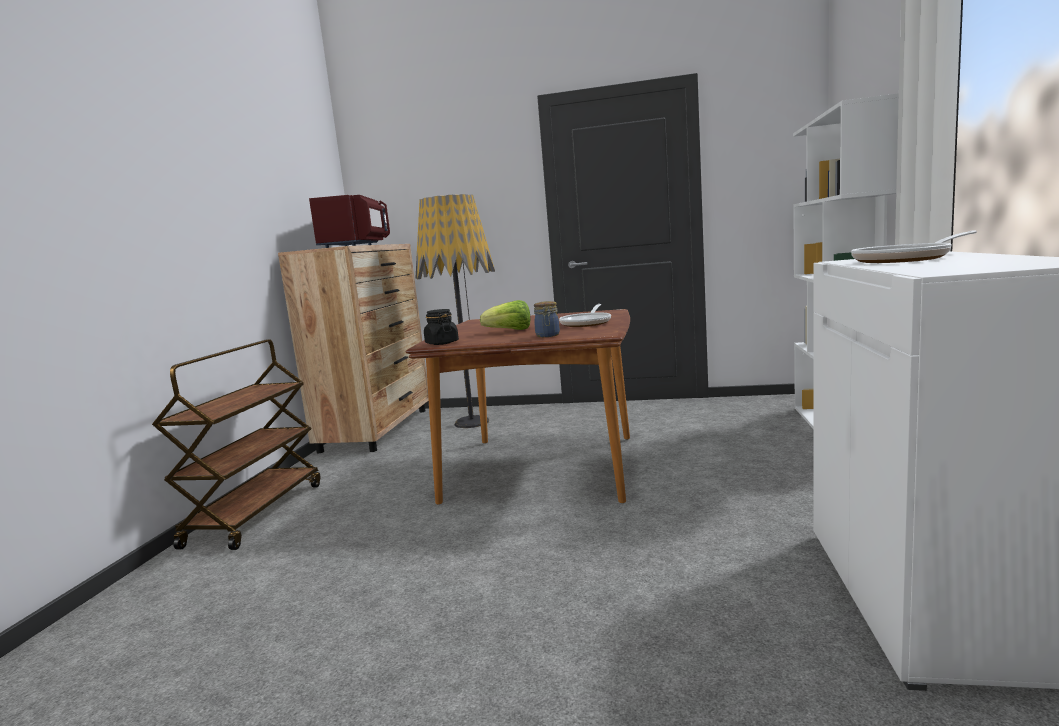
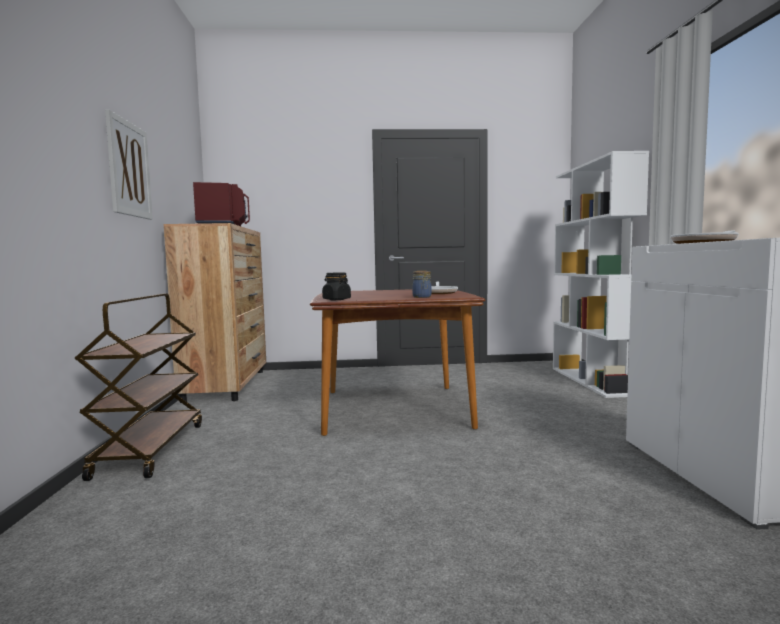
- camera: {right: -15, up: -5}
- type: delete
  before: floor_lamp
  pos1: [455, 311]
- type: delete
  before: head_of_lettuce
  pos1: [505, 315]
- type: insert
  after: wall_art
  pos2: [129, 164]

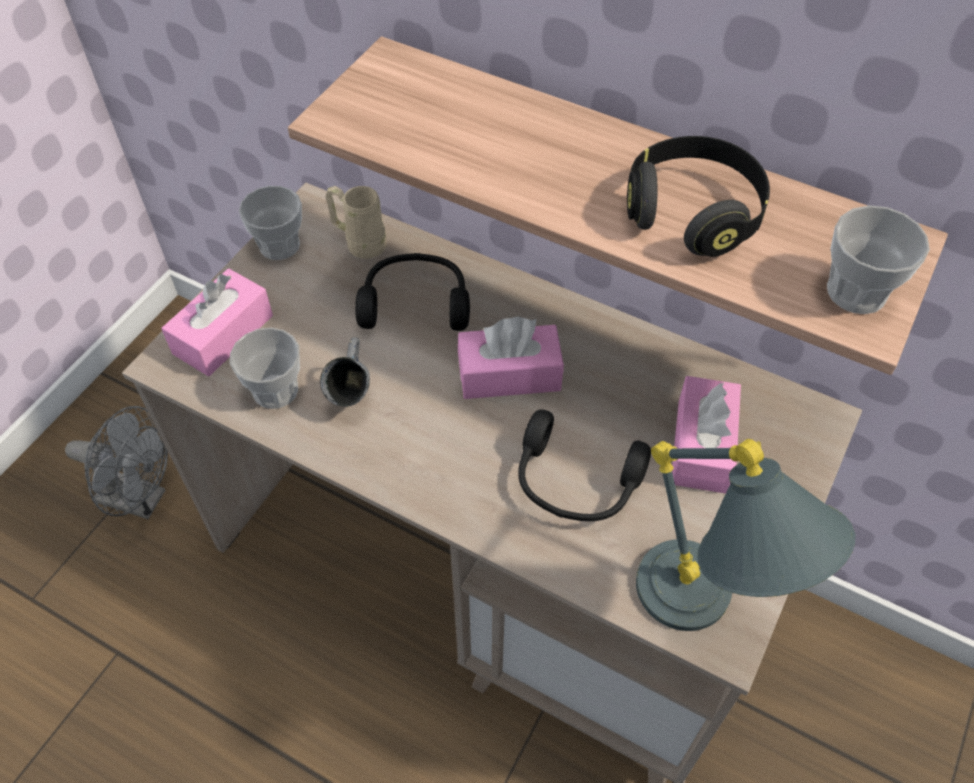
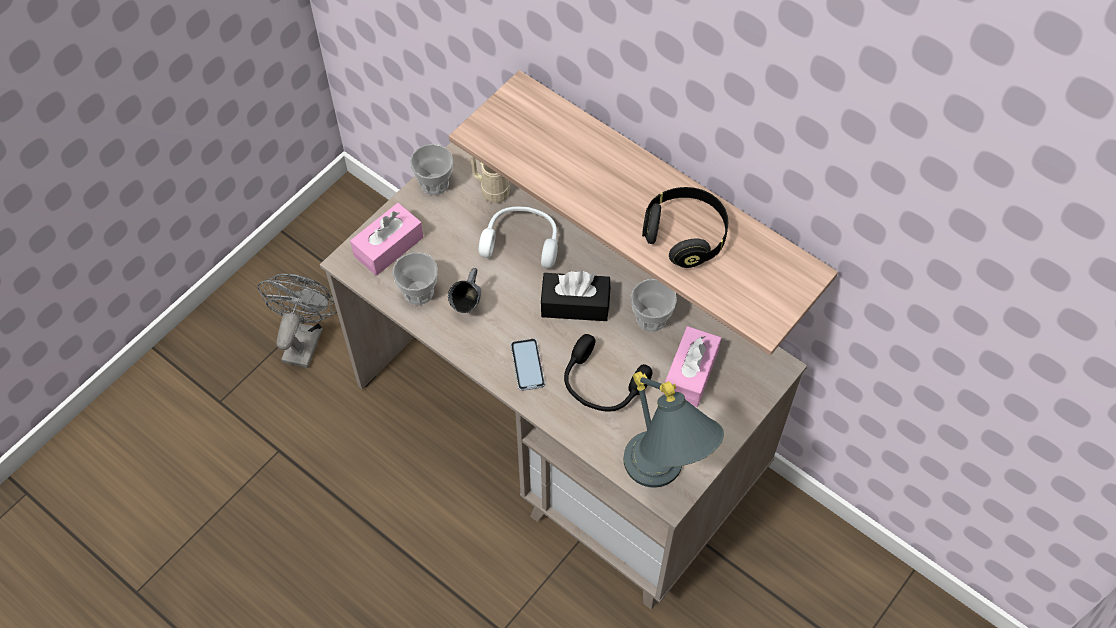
- camera: {right: 10, up: 5}
- type: rotate
  before: gray_electric_fan
  pos1: [116, 462]
  pos2: [297, 321]
  turn: -105
- type: recolor
  before: blackish_pair_of_headphones
  after: whitish_pair_of_headphones
  pos1: [412, 292]
  pos2: [518, 237]
- type: recolor
  before: pink_tissue_box
  after: blackish_tissue_box
  pos1: [511, 358]
  pos2: [575, 296]
- type: move
  before: drinking_cup
  pos1: [878, 259]
  pos2: [654, 305]
- type: insert
  after: phone
  pos2: [528, 364]

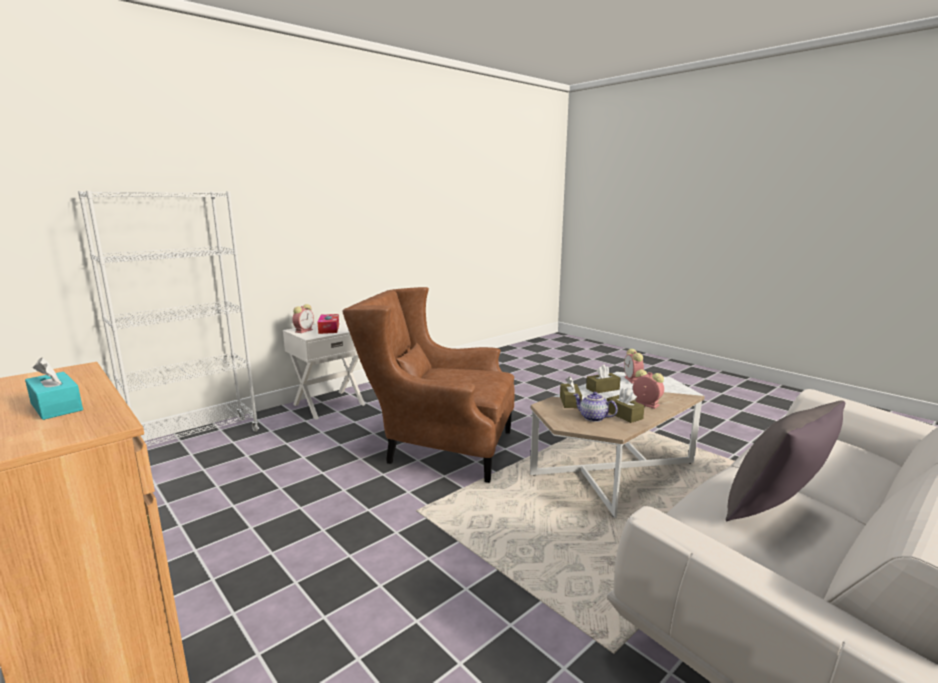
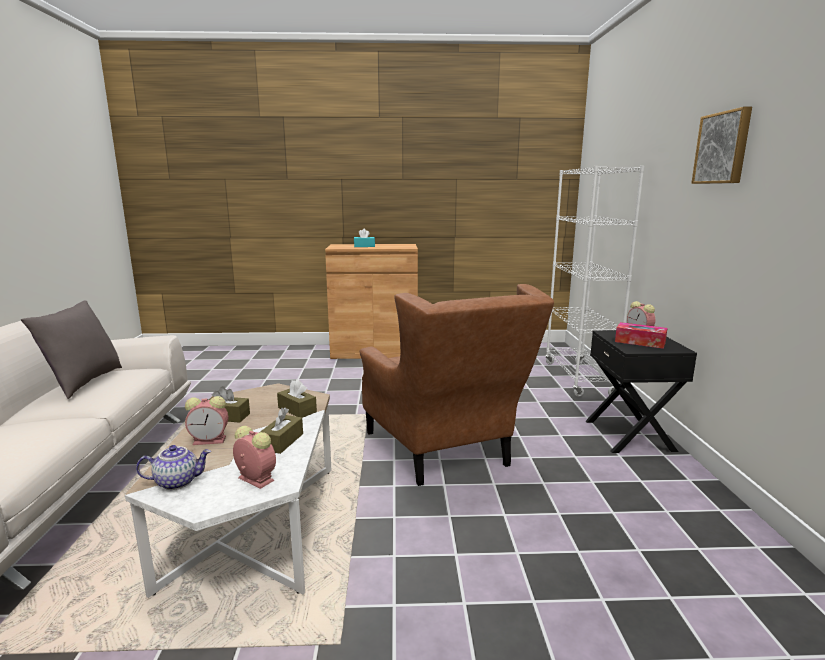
- camera: {right: 130, up: 0}
- type: recolor
  before: whitish_bedside_table
  after: blackish_bedside_table
  pos1: [324, 370]
  pos2: [641, 391]
- type: rotate
  before: brown-coloured_armchair
  pos1: [428, 385]
  pos2: [456, 385]
  turn: 105
- type: move
  before: tea_pot
  pos1: [595, 407]
  pos2: [173, 467]
- type: insert
  after: wall_art
  pos2: [721, 145]

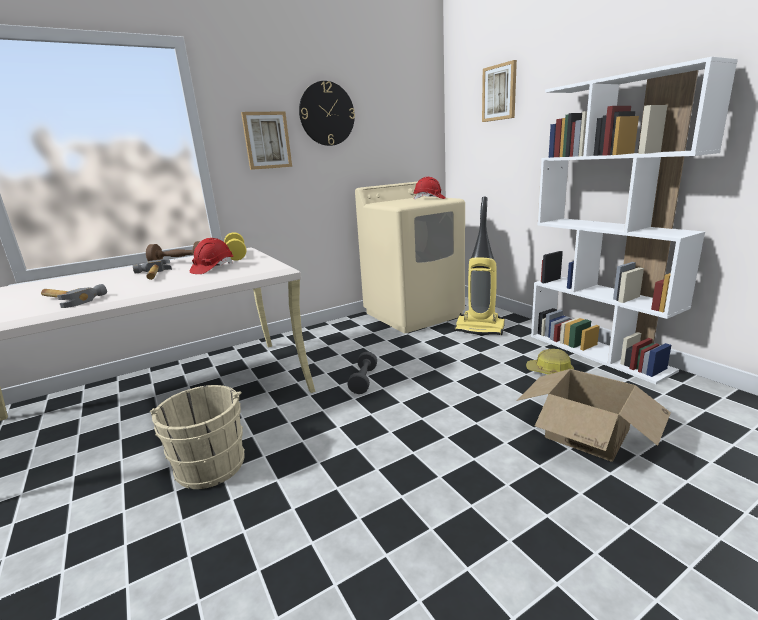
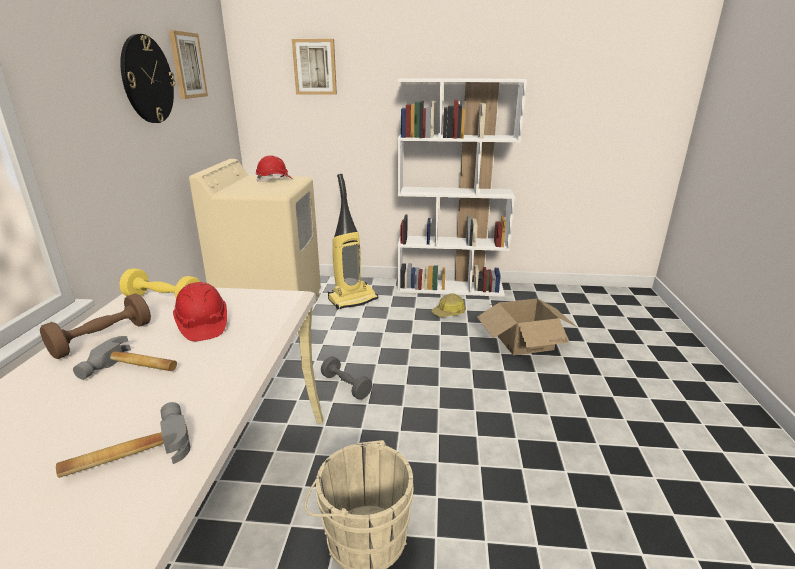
- camera: {right: -55, up: 5}
- type: move
  before: wall_art
  pos1: [266, 140]
  pos2: [188, 64]

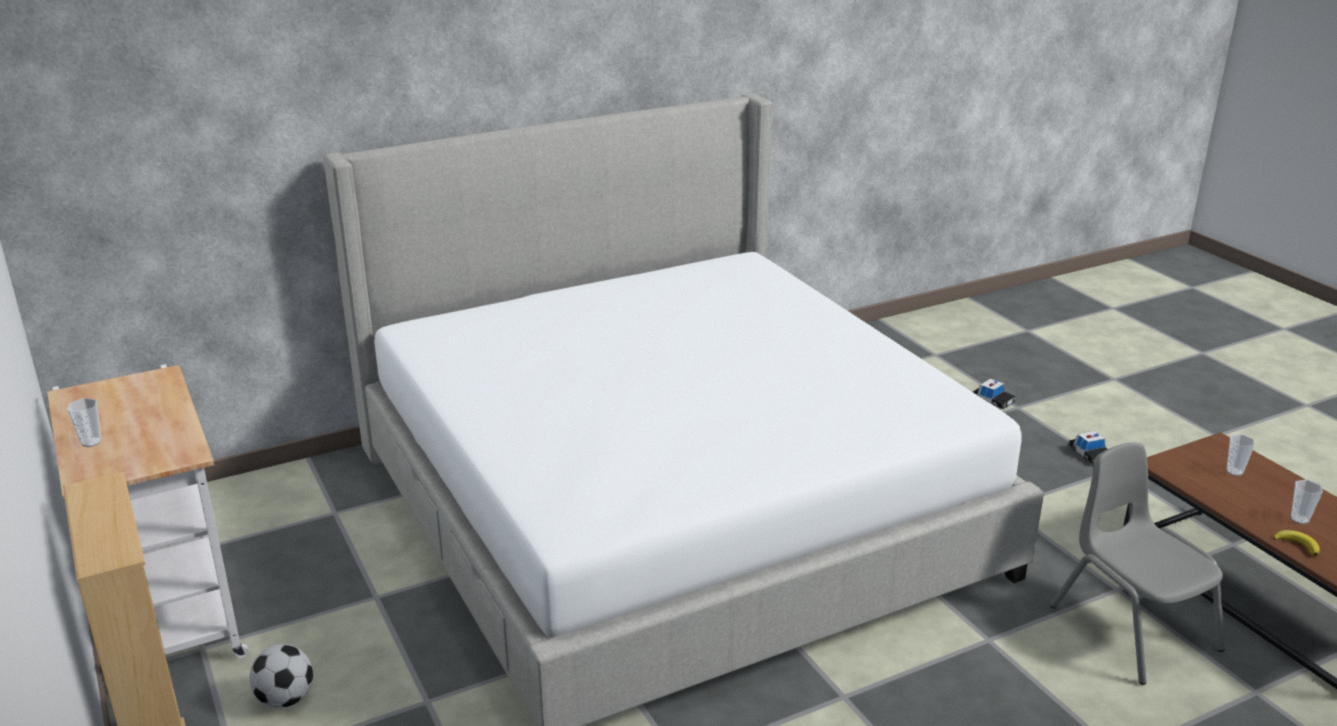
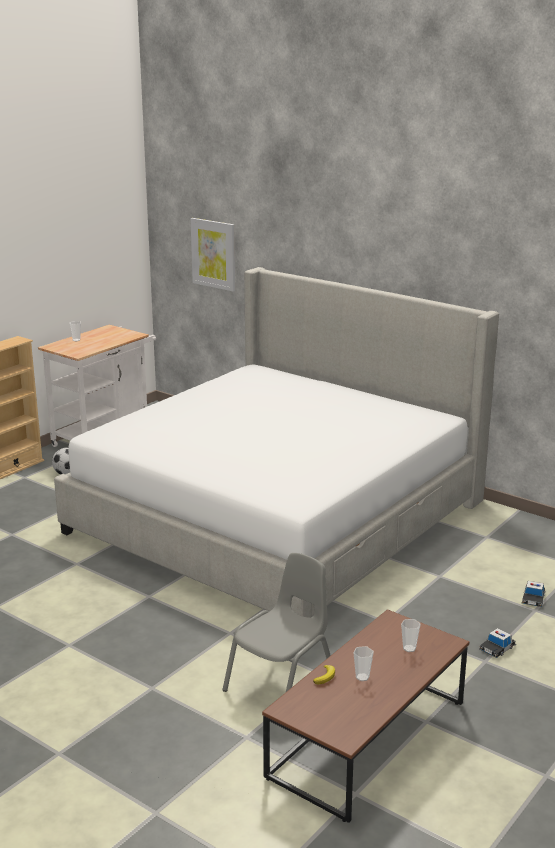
- camera: {right: 65, up: -5}
- type: insert
  after: wall_art
  pos2: [213, 254]

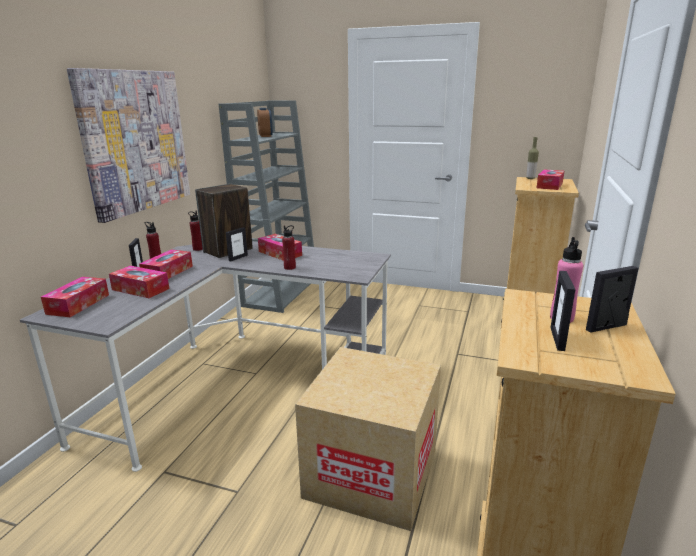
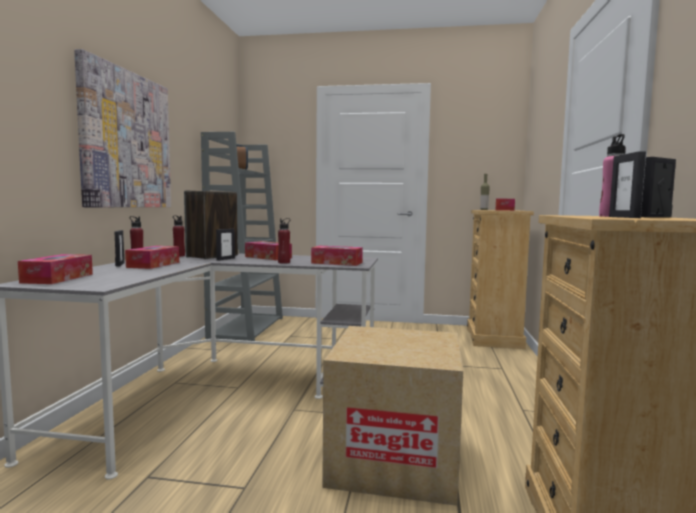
- camera: {right: -10, up: -15}
- type: move
  before: tissue_box
  pos1: [139, 282]
  pos2: [337, 256]

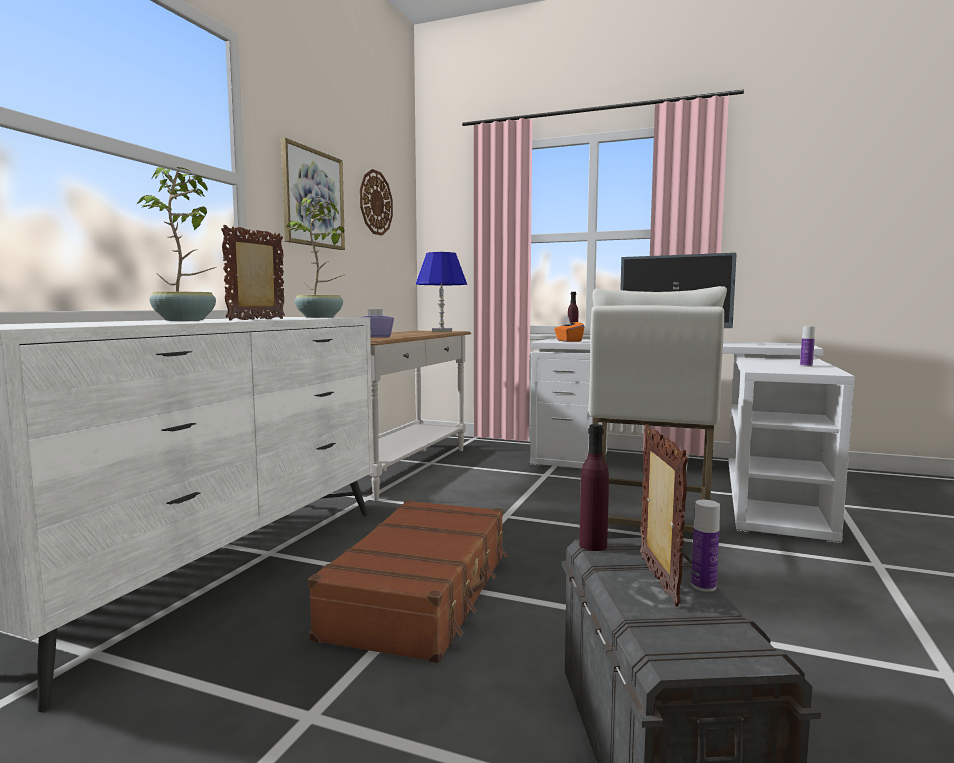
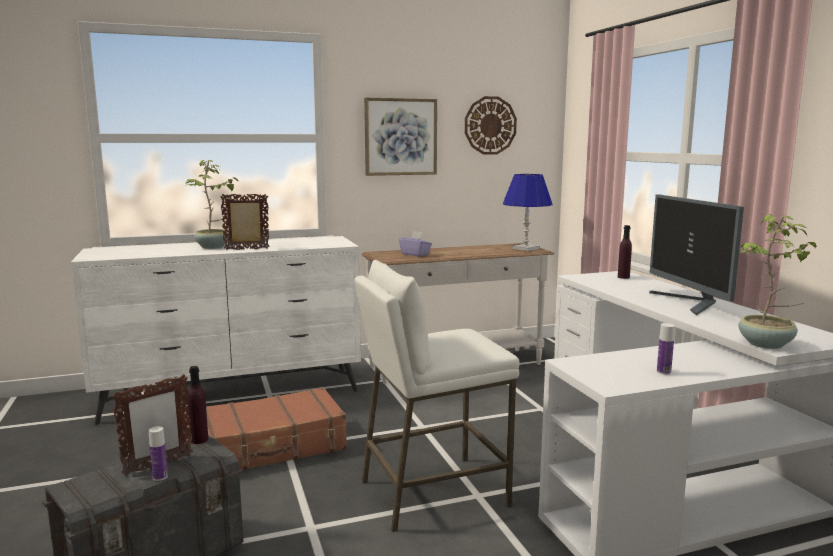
- camera: {right: 50, up: 5}
- type: move
  before: potted_plant
  pos1: [315, 257]
  pos2: [777, 281]
- type: delete
  before: orange-coloured_tissue_box
  pos1: [569, 329]

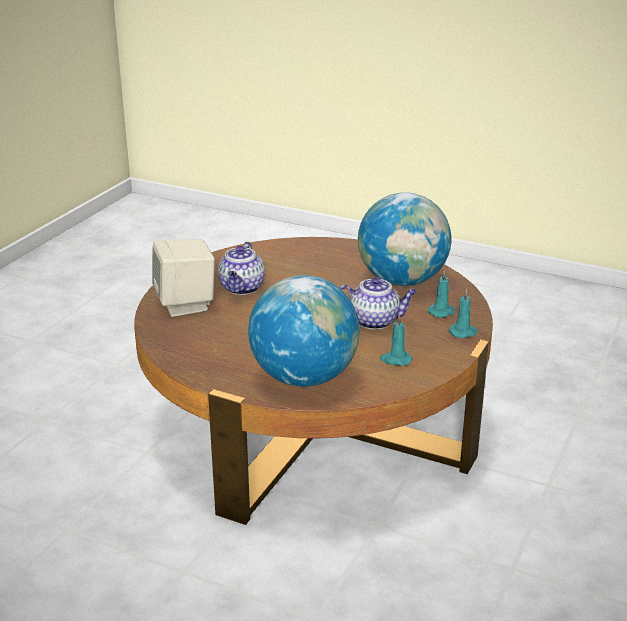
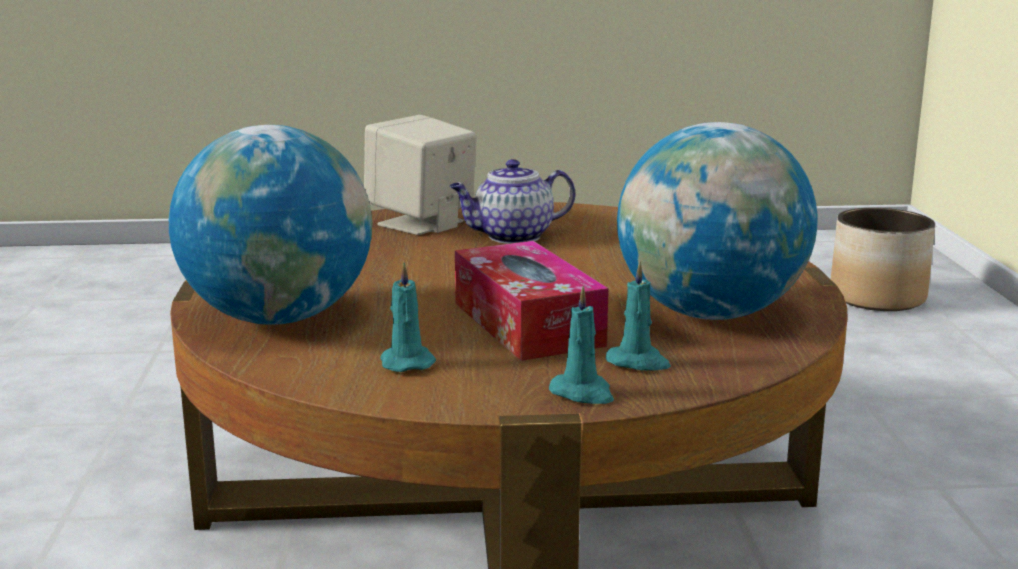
- camera: {right: 60, up: -10}
- type: replace
  before: tea_pot
  after: tissue_box
  pos1: [378, 303]
  pos2: [532, 301]
- type: insert
  after: plant_pot
  pos2: [883, 259]

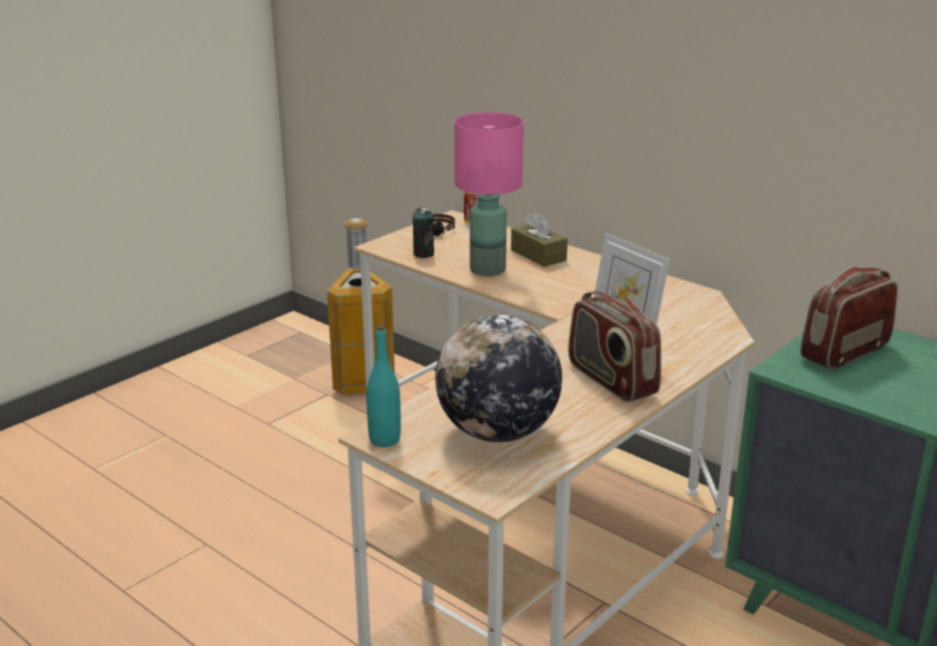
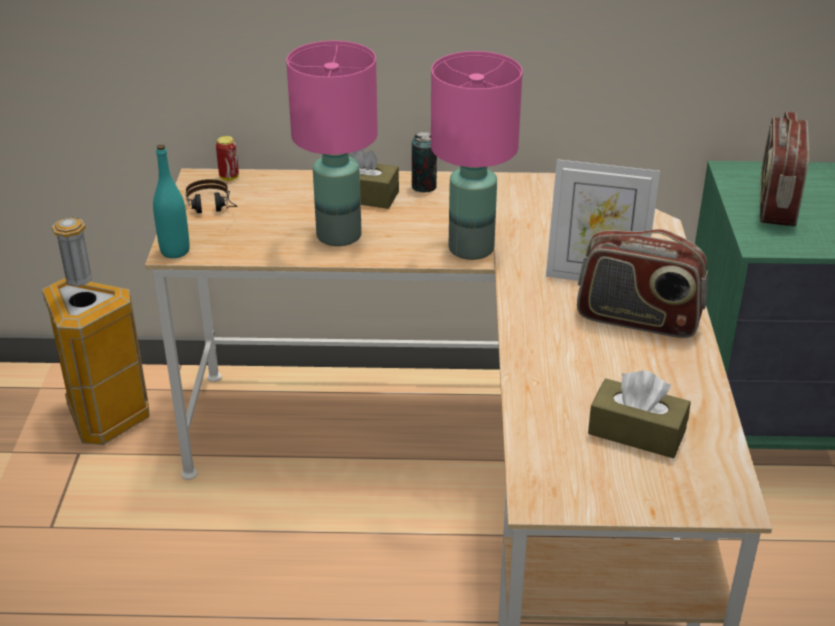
- camera: {right: -40, up: 10}
- type: move
  before: blue-green_drink_bottle
  pos1: [383, 386]
  pos2: [171, 201]
- type: move
  before: can
  pos1: [423, 233]
  pos2: [424, 162]
- type: replace
  before: globe
  after: brown-coloured_tissue_box
  pos1: [498, 378]
  pos2: [639, 414]
- type: insert
  after: pink_tabletop_lamp
  pos2: [477, 155]

